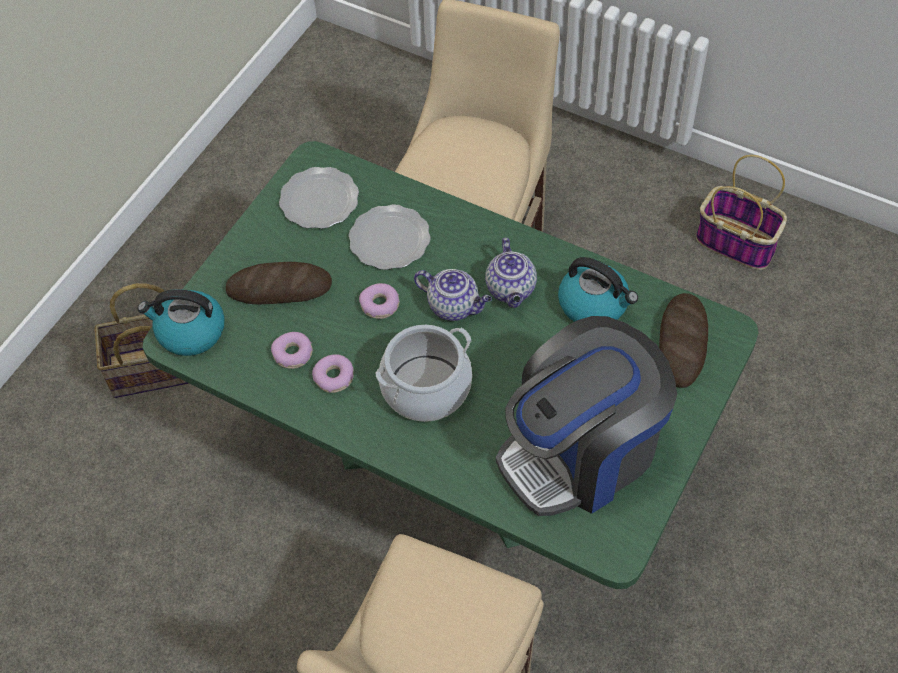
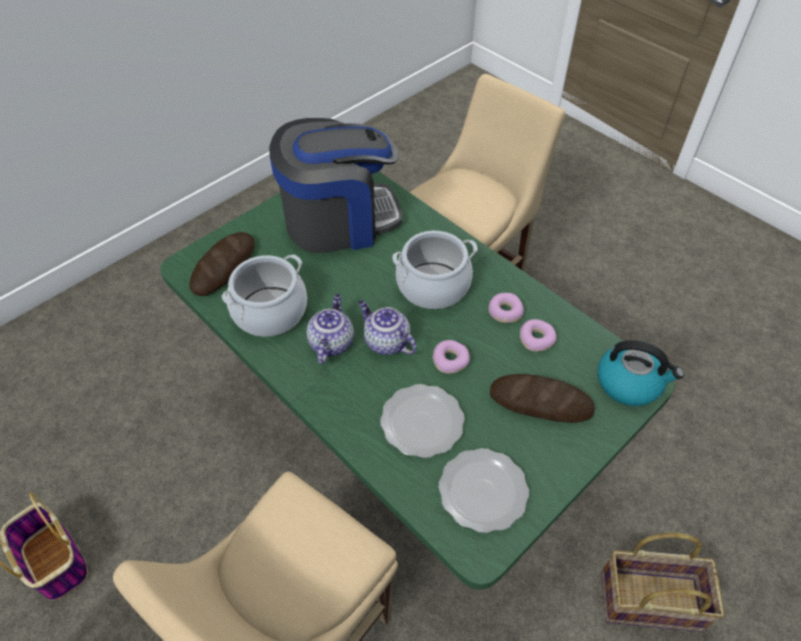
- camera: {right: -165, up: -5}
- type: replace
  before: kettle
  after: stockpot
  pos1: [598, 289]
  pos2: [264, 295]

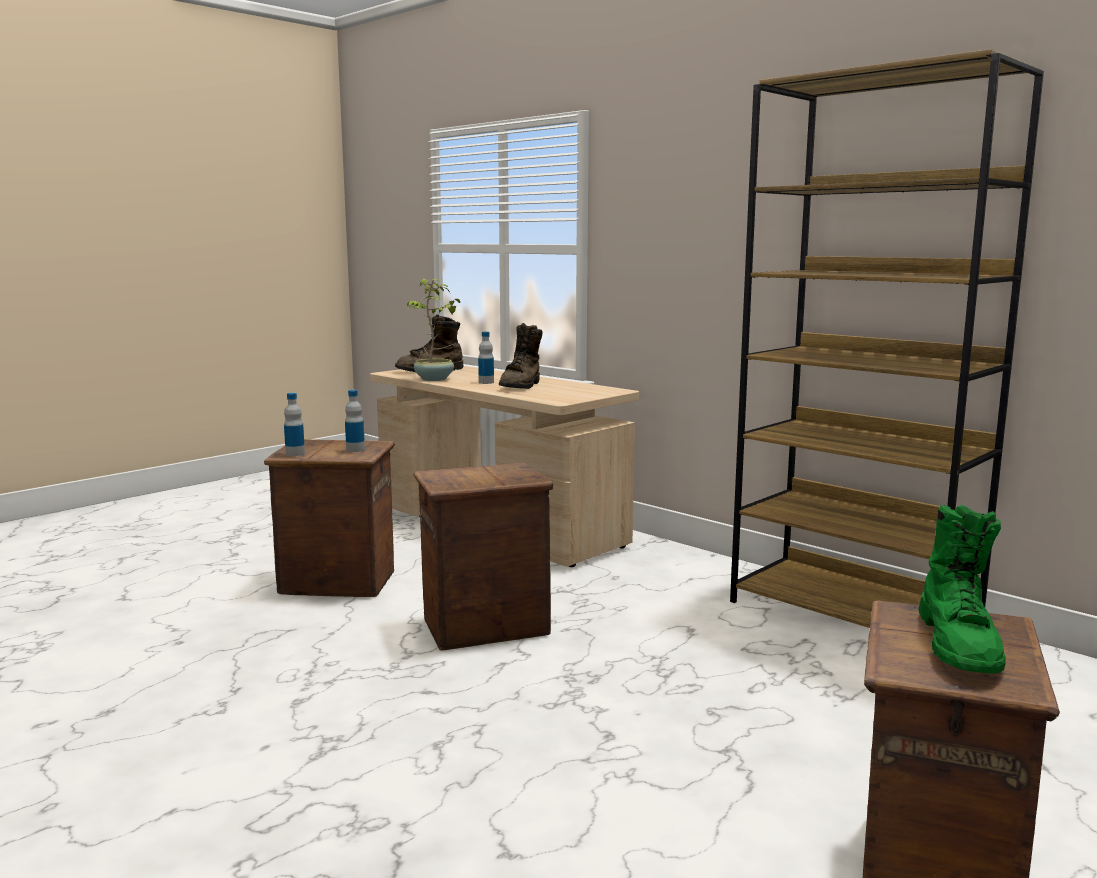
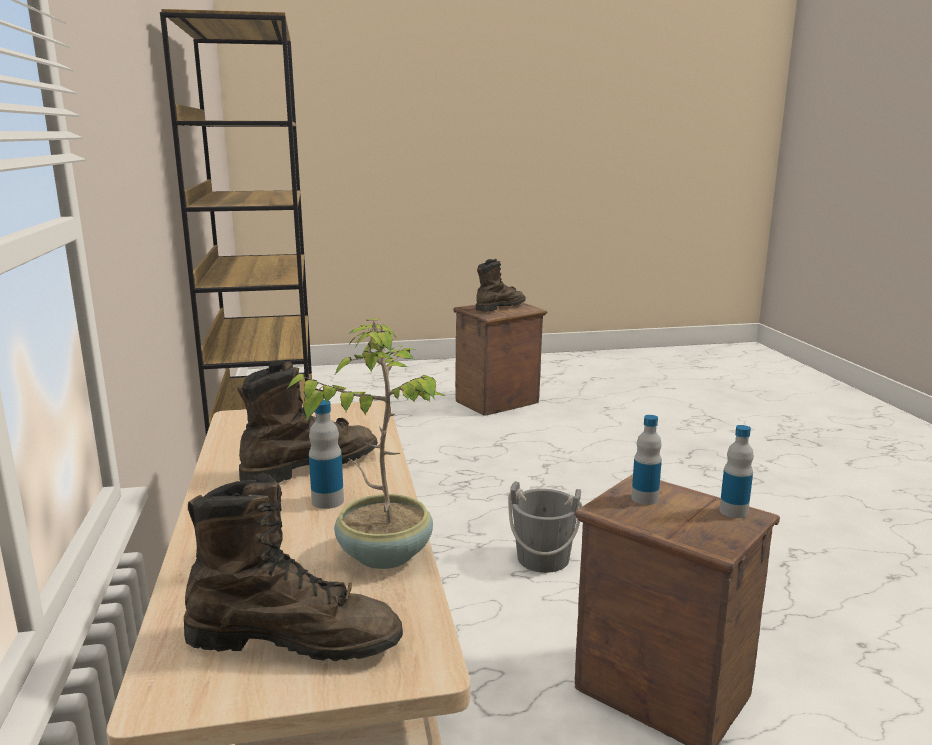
- camera: {right: -145, up: 5}
- type: replace
  before: packing_crate
  after: gray_pail
  pos1: [483, 556]
  pos2: [545, 527]
- type: recolor
  before: greenish_tall_boot
  after: brown-coloured_tall_boot
  pos1: [961, 589]
  pos2: [501, 285]

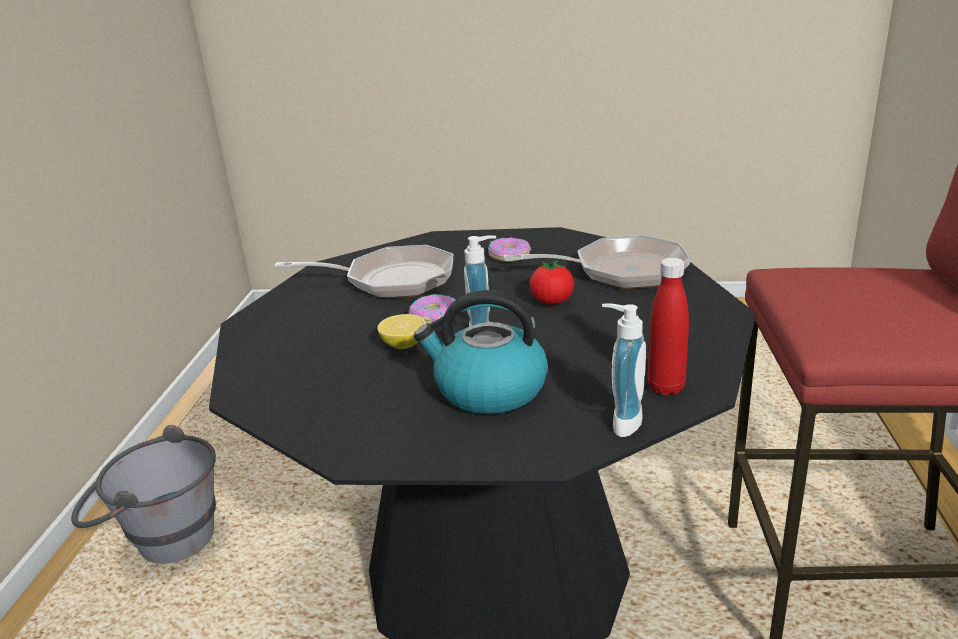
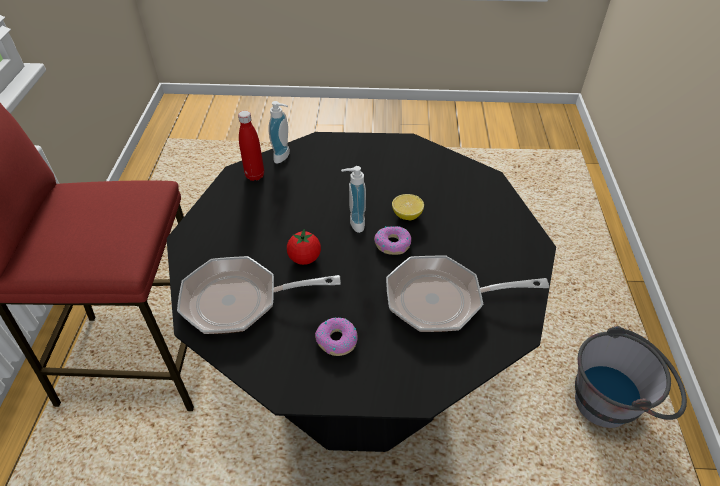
- camera: {right: 175, up: 20}
- type: delete
  before: kettle
  pos1: [481, 352]

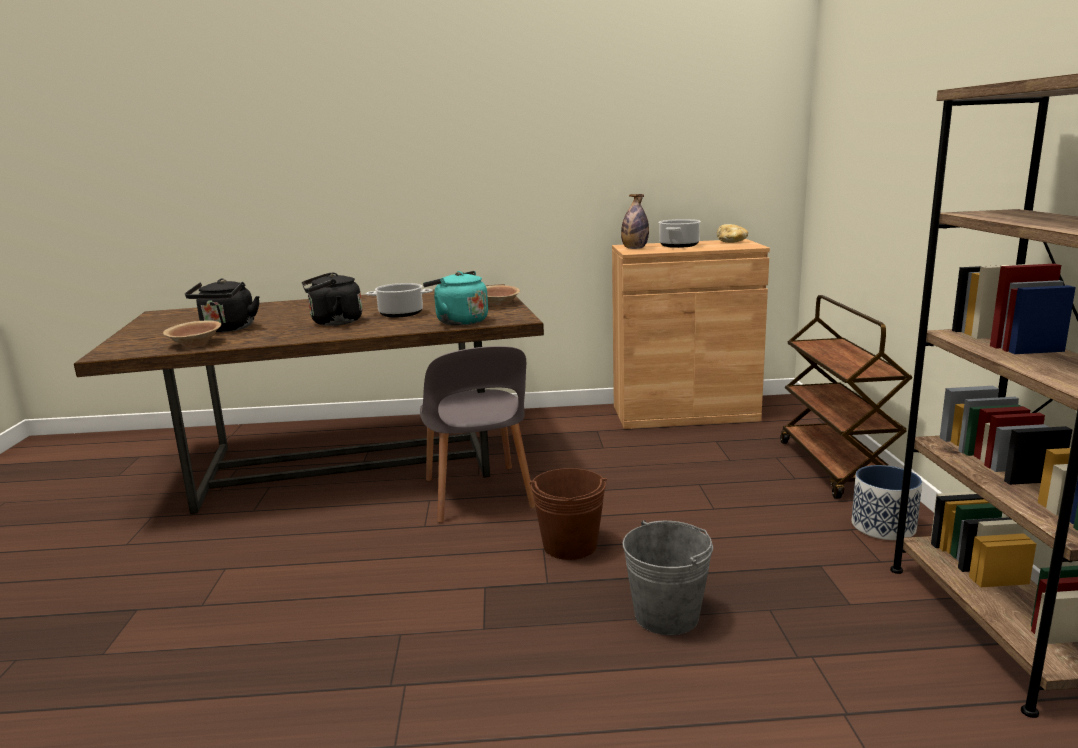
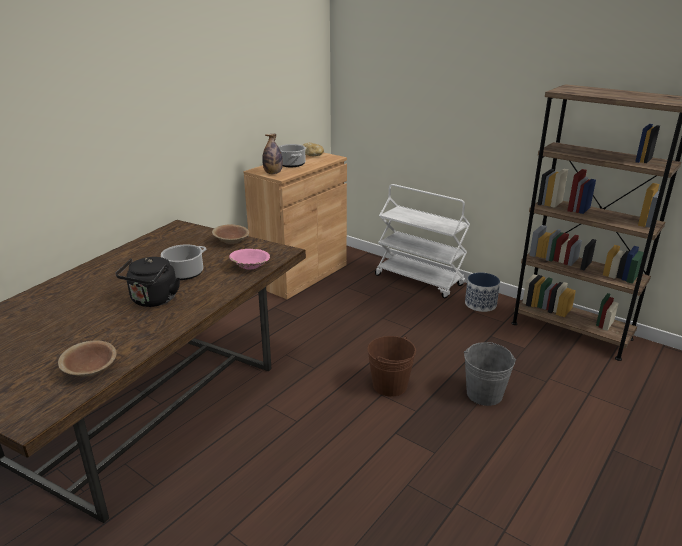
- camera: {right: -50, up: 10}
- type: delete
  before: blackish_kettle
  pos1: [222, 305]
- type: delete
  before: gray_upright_chair
  pos1: [477, 434]
- type: replace
  before: blue-green_kettle
  after: pink_deep_dish
  pos1: [455, 298]
  pos2: [249, 259]
- type: recolor
  before: brown-coloured_wheeled_cart
  after: whitish_wheeled_cart
  pos1: [846, 397]
  pos2: [422, 241]

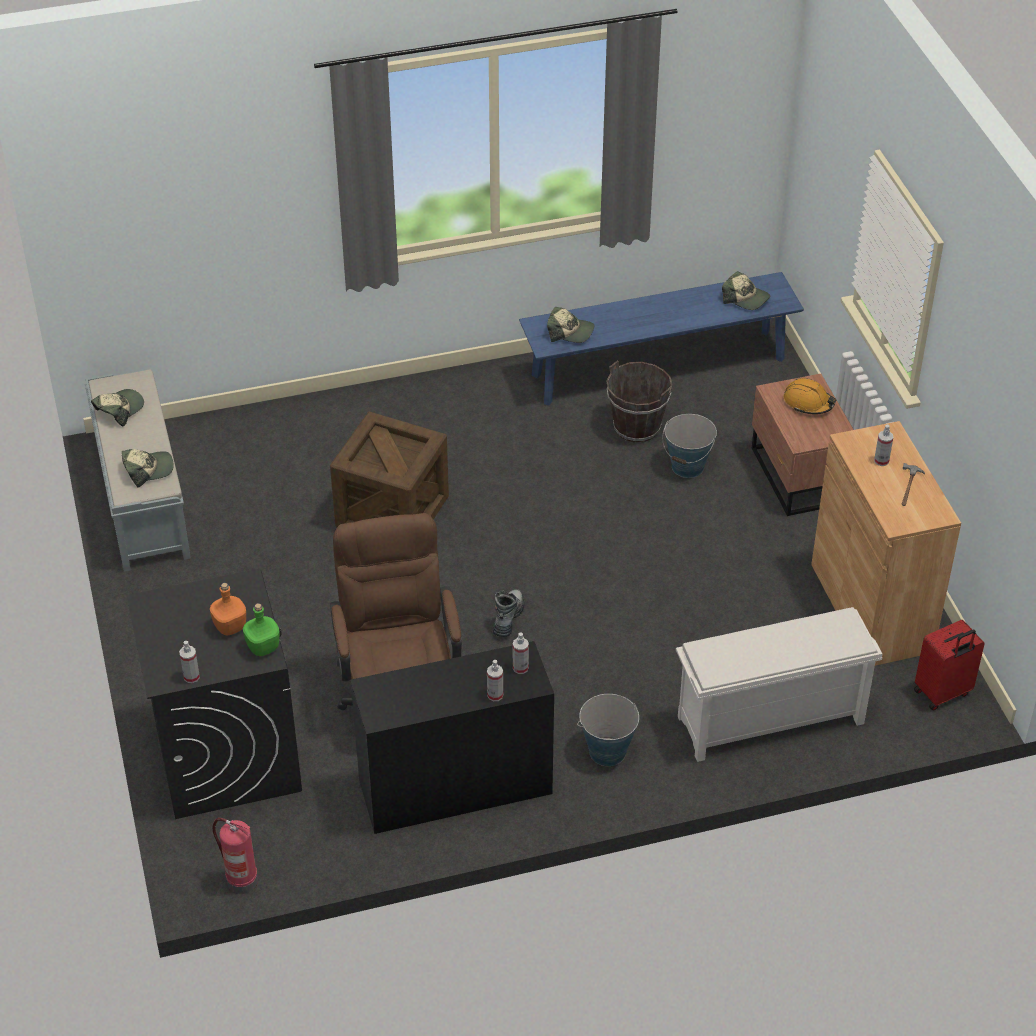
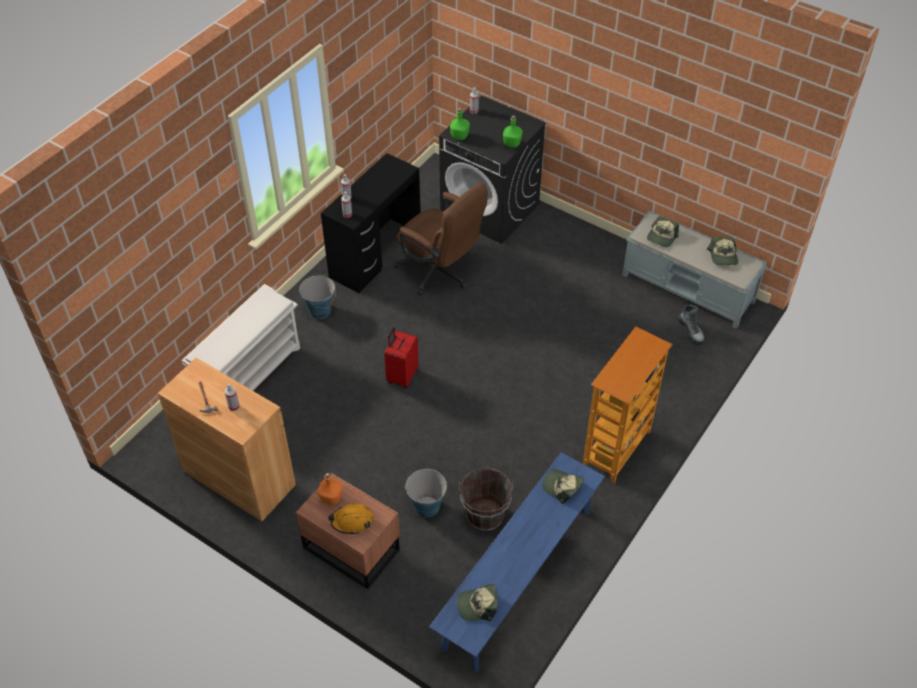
- camera: {right: 140, up: 5}
- type: move
  before: orange-coloured_drink_bottle
  pos1: [228, 609]
  pos2: [330, 489]
- type: delete
  before: fire-fighting_cylinder
  pos1: [235, 856]
- type: delete
  before: packing_crate
  pos1: [389, 469]
- type: move
  before: tall_boot
  pos1: [509, 613]
  pos2: [691, 325]
- type: rotate
  before: peaked_cap
  pos1: [571, 324]
  pos2: [563, 486]
  turn: 60
- type: move
  before: reddish_suitcase
  pos1: [949, 665]
  pos2: [401, 357]
- type: insert
  after: greenish_drink_bottle
  pos2: [513, 131]
- type: insert
  after: bookshelf
  pos2: [627, 405]

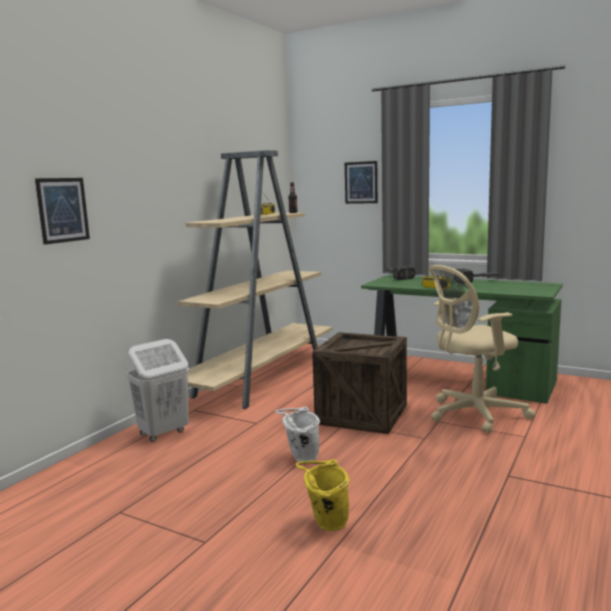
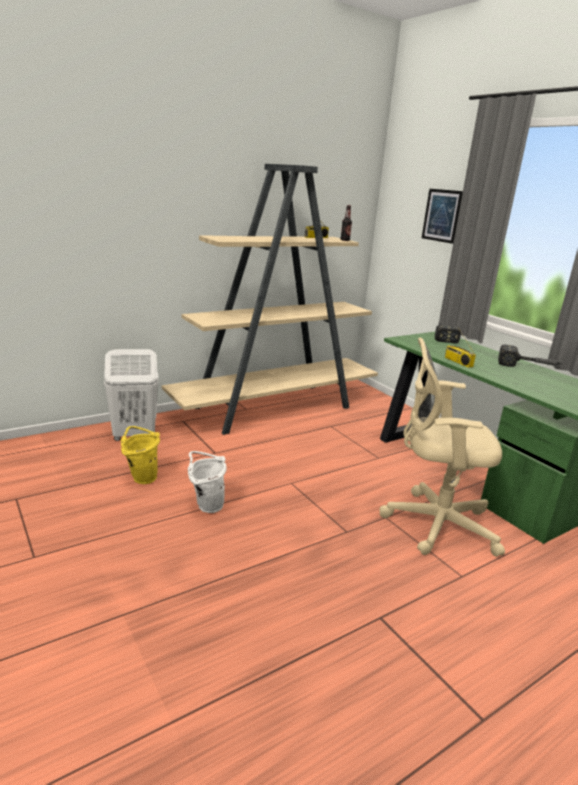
- camera: {right: 25, up: 10}
- type: delete
  before: wall_art
  pos1: [62, 211]
- type: move
  before: yellow_pail
  pos1: [323, 495]
  pos2: [140, 455]
- type: delete
  before: packing_crate
  pos1: [359, 383]

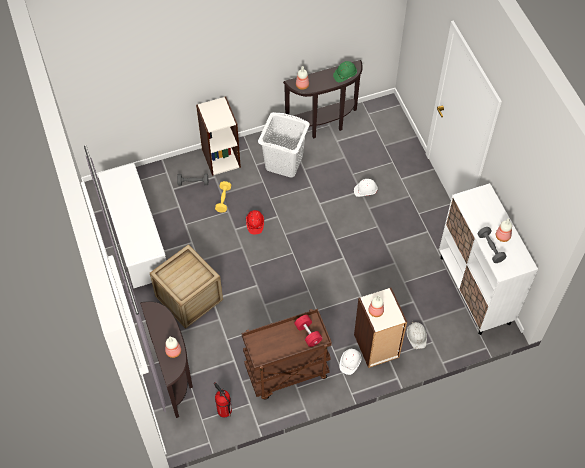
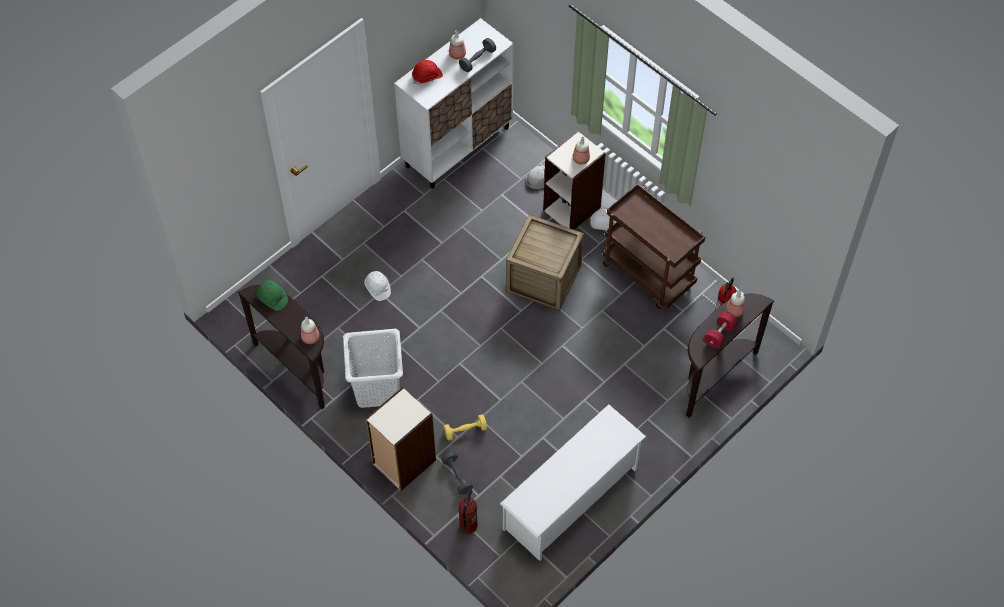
- camera: {right: -115, up: 0}
- type: move
  before: packing_crate
  pos1: [186, 286]
  pos2: [545, 262]
- type: move
  before: reddish_hard_hat
  pos1: [255, 222]
  pos2: [427, 72]
- type: move
  before: reddish_free_weight
  pos1: [308, 331]
  pos2: [721, 329]
- type: insert
  after: fire-fighting_cylinder
  pos2: [467, 511]

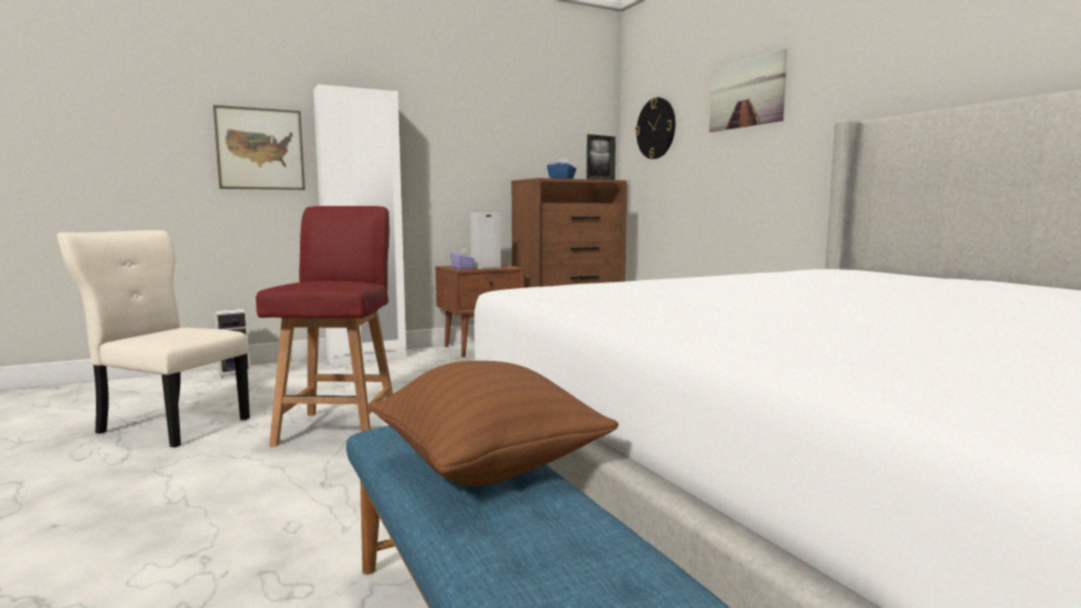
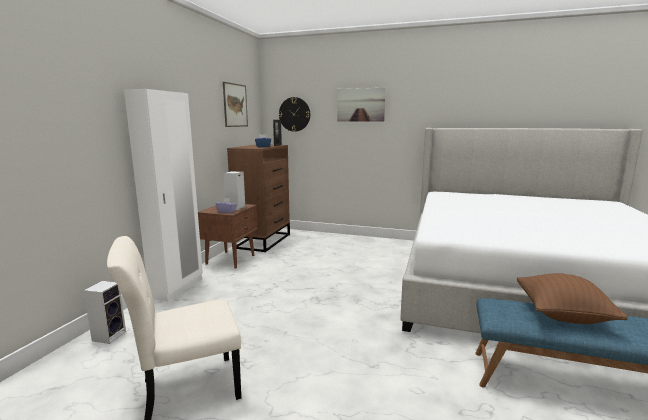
- camera: {right: -45, up: 5}
- type: move
  before: wall_art
  pos1: [259, 147]
  pos2: [235, 104]
- type: delete
  before: reddish_upright_chair
  pos1: [324, 326]

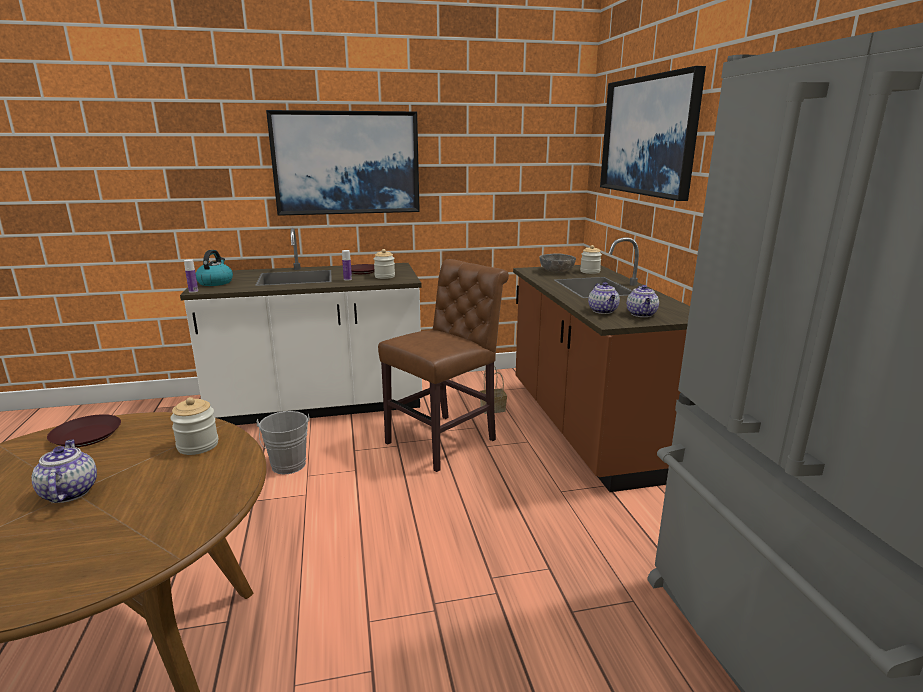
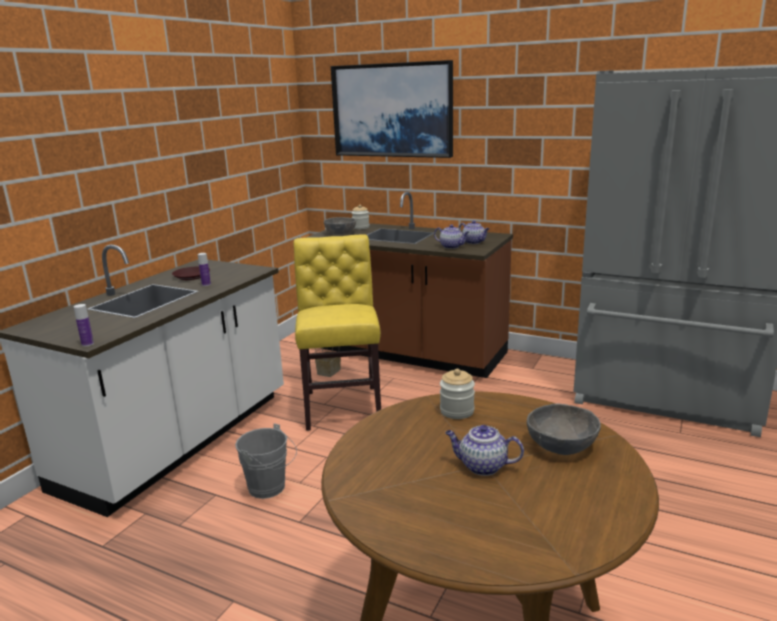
- camera: {right: -50, up: 0}
- type: delete
  before: brown-coloured_flat_dish
  pos1: [84, 430]
- type: delete
  before: kettle
  pos1: [214, 268]
- type: delete
  before: wall_art
  pos1: [343, 163]
- type: delete
  before: preserve_jar
  pos1: [384, 264]
- type: recolor
  before: brown-coloured_upright_chair
  after: yellow_upright_chair
  pos1: [443, 365]
  pos2: [337, 332]
- type: insert
  after: gray_deep_dish
  pos2: [564, 429]

